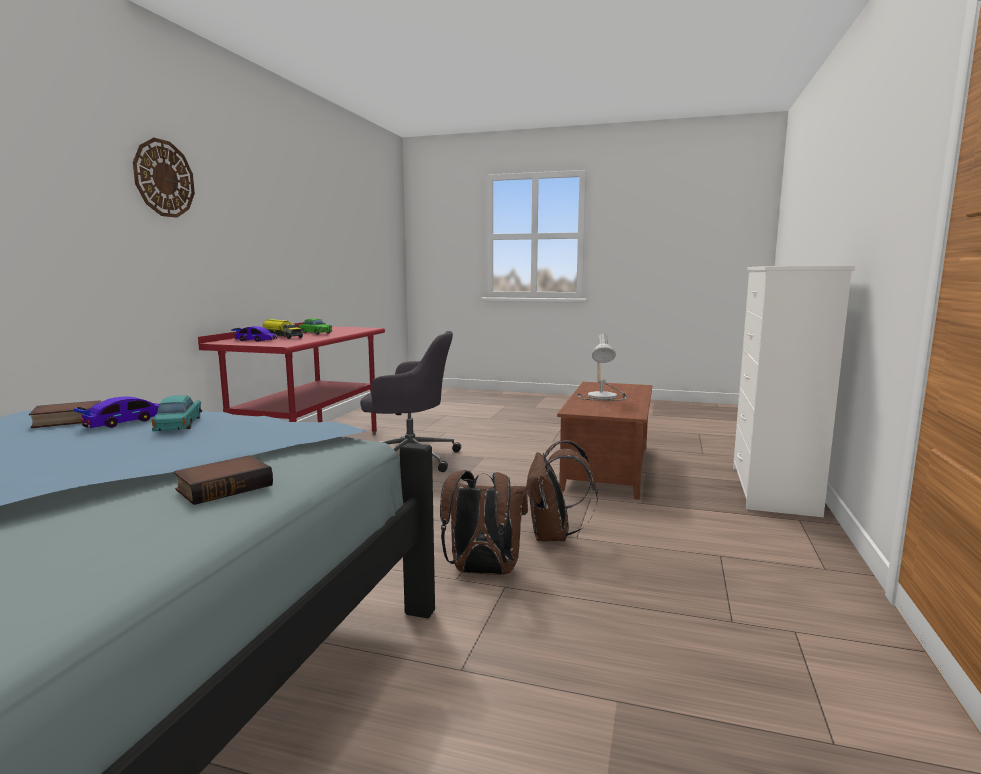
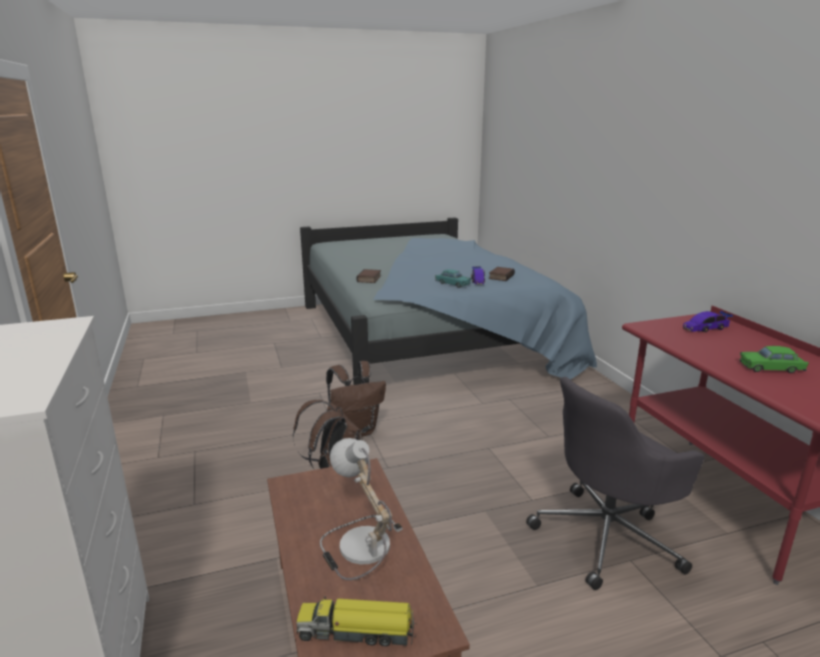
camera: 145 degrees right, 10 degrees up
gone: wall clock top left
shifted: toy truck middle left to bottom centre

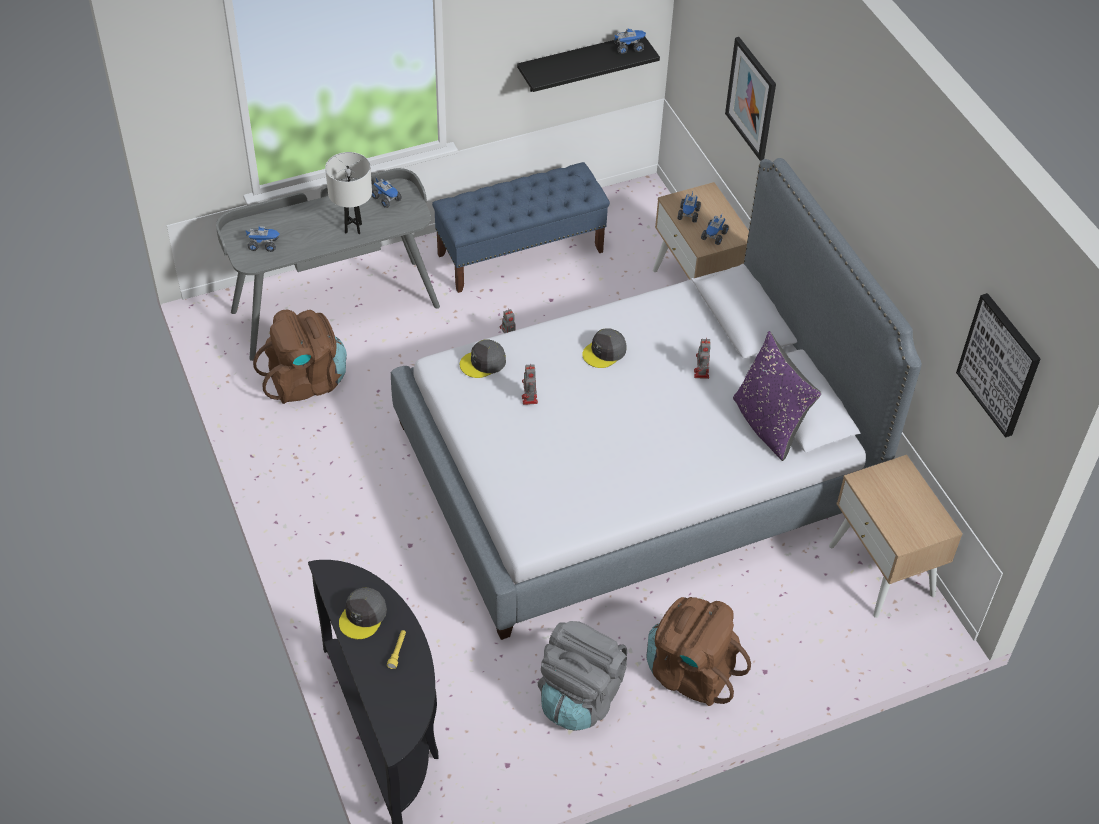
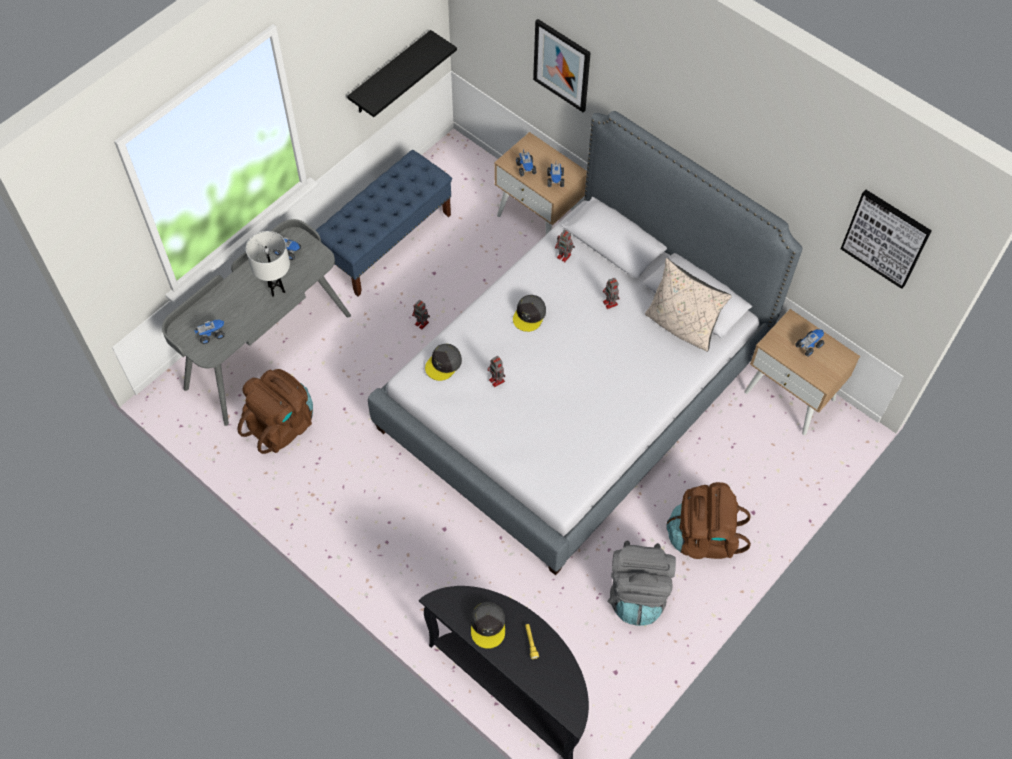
camera: 25 degrees left, 10 degrees up
new: robot figure (no. 3 from left) top centre
shifted: toy truck (no. 3 from left in the first image) top centre to toy truck (no. 5 from left) middle right
repainted: throw pillow in purple-coloured middle right to throw pillow in sand-coloured middle right

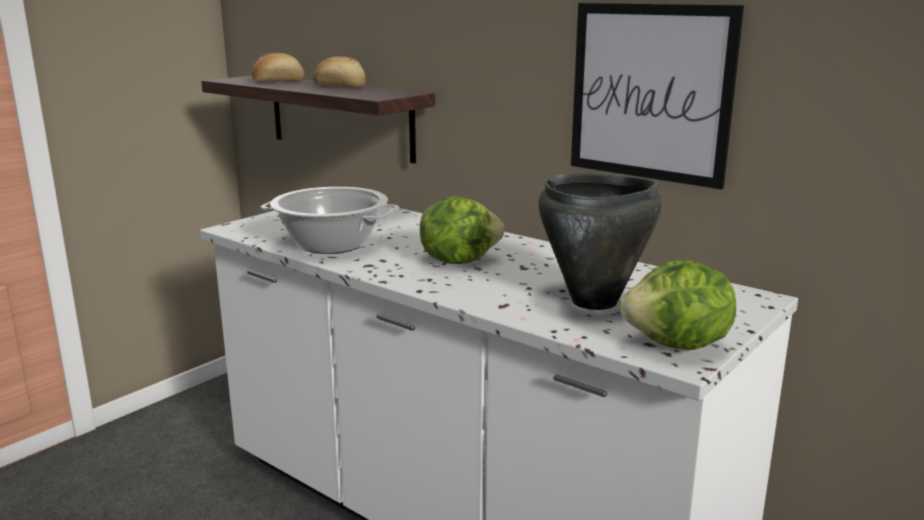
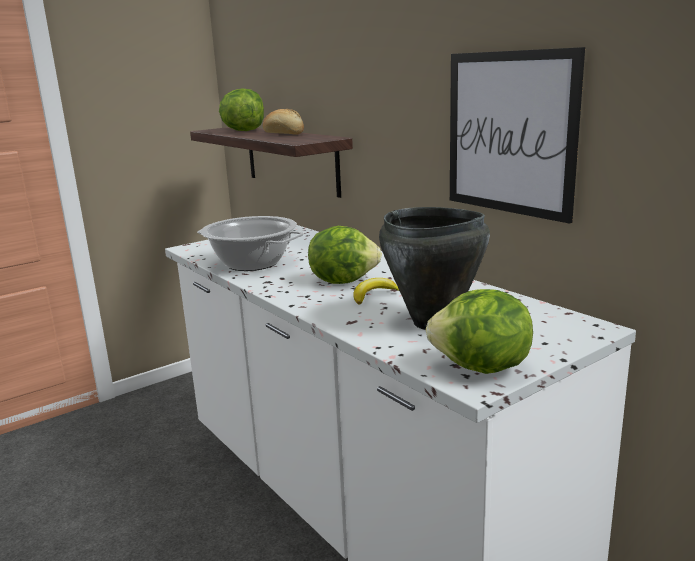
camera: 15 degrees right, 0 degrees up
new: whole banana centre
swapped: bread (no. 1 from left) top left to head of lettuce (no. 1 from left) top centre

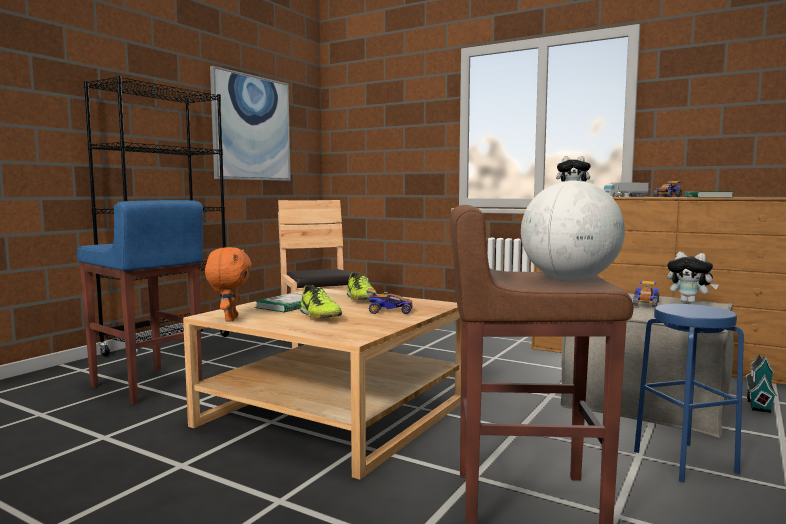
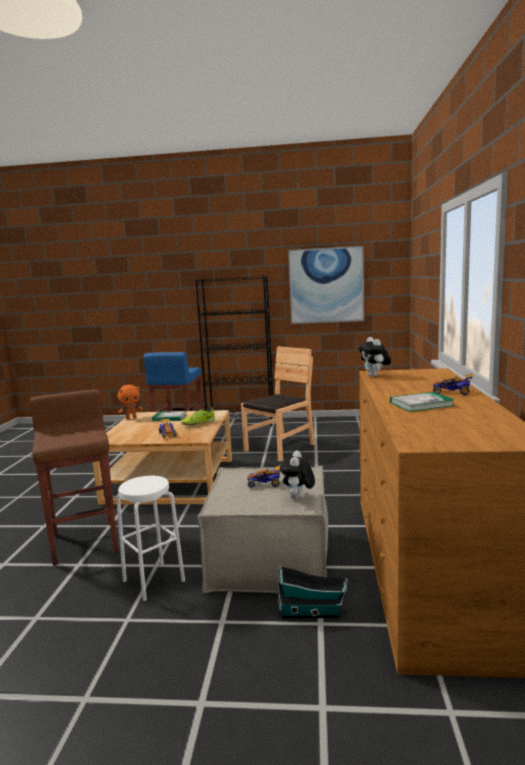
camera: 65 degrees right, 5 degrees up
gone: item of footwear (no. 1 from left) centre; world globe middle right; toy truck middle right
repainted: stool seat in blue-coloured (no. 2 from left) bottom right to stool seat in whitish bottom left

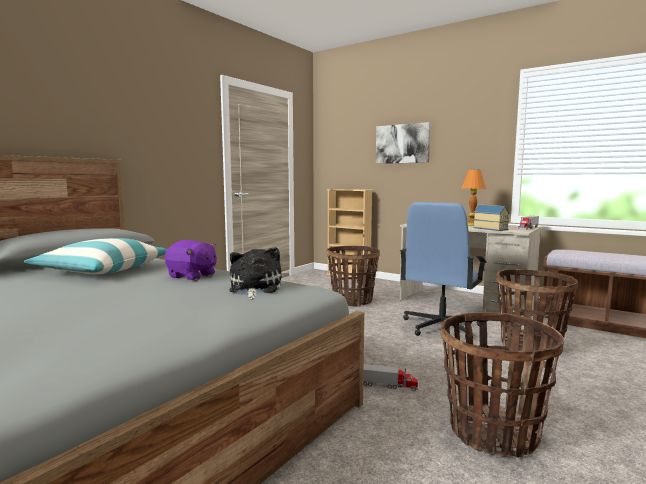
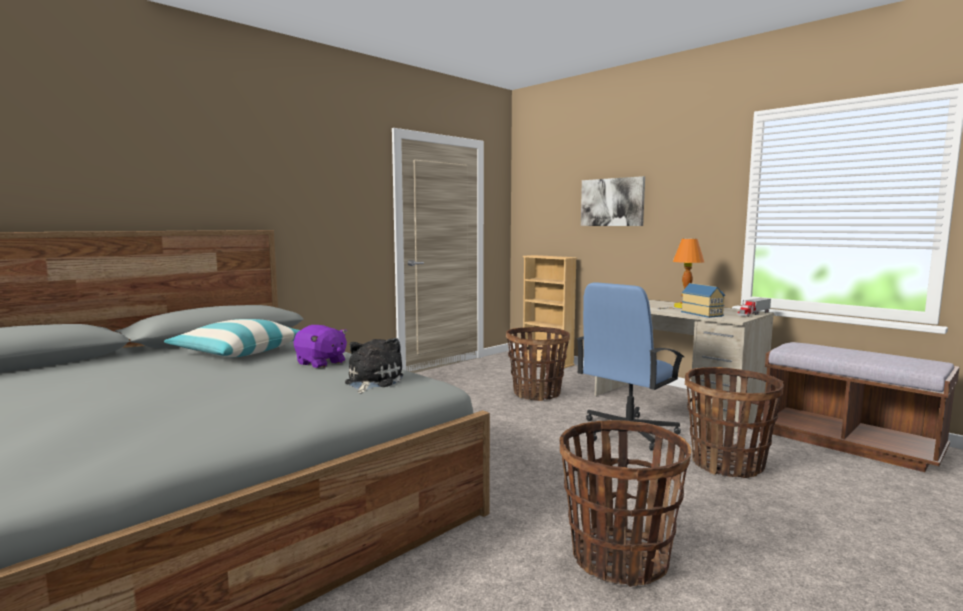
camera: 10 degrees right, 0 degrees up
gone: toy truck (no. 1 from left) bottom centre

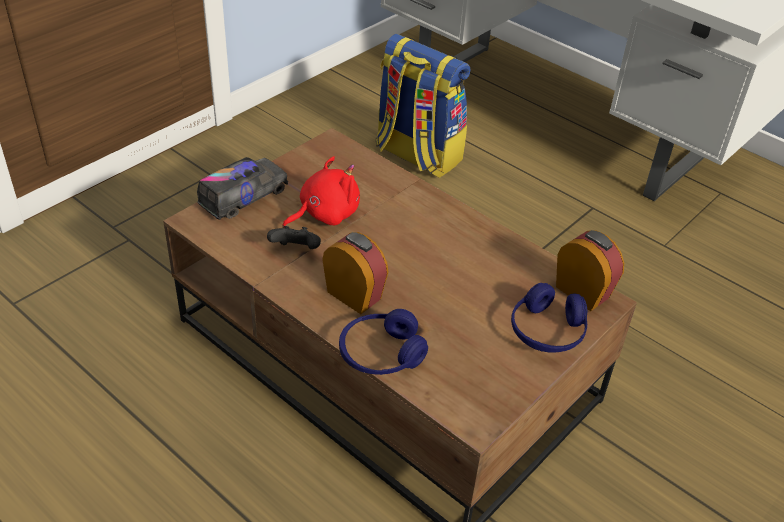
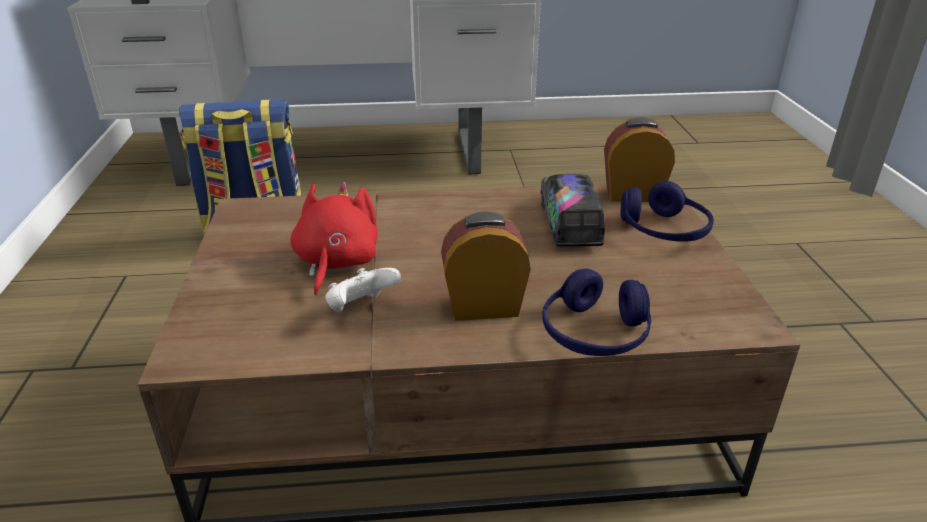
camera: 45 degrees left, 10 degrees down
shifted: toy truck middle left to centre
repainted: game controller in blackish centre to game controller in whitish centre

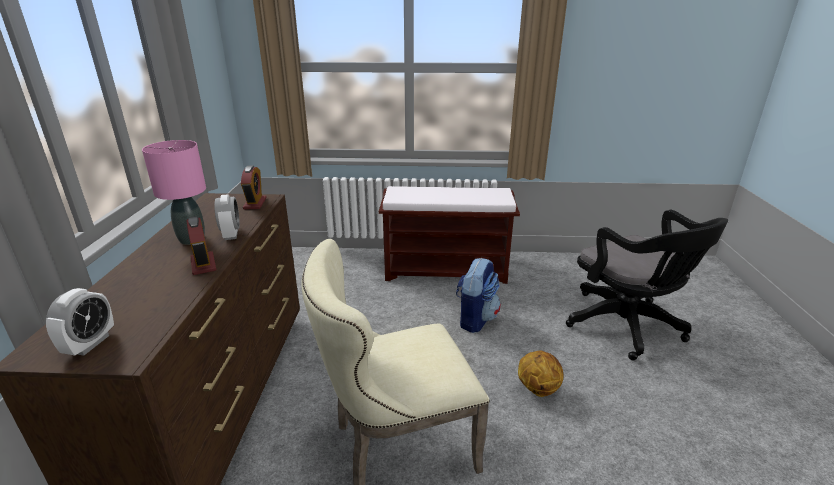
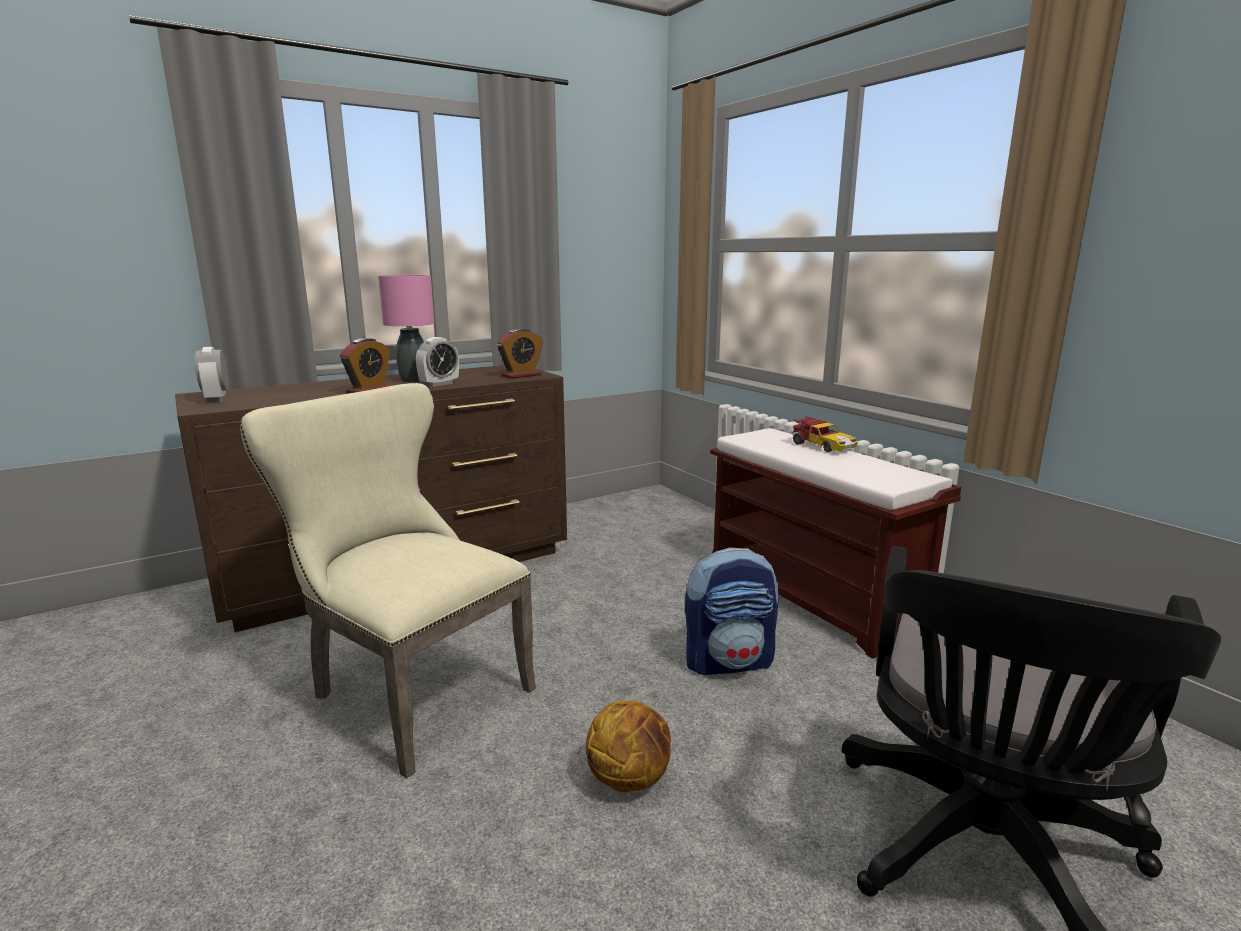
camera: 55 degrees right, 10 degrees down
new: model car centre
rotated: table clock (no. 1 from left) middle left = middle left 90 degrees clockwise

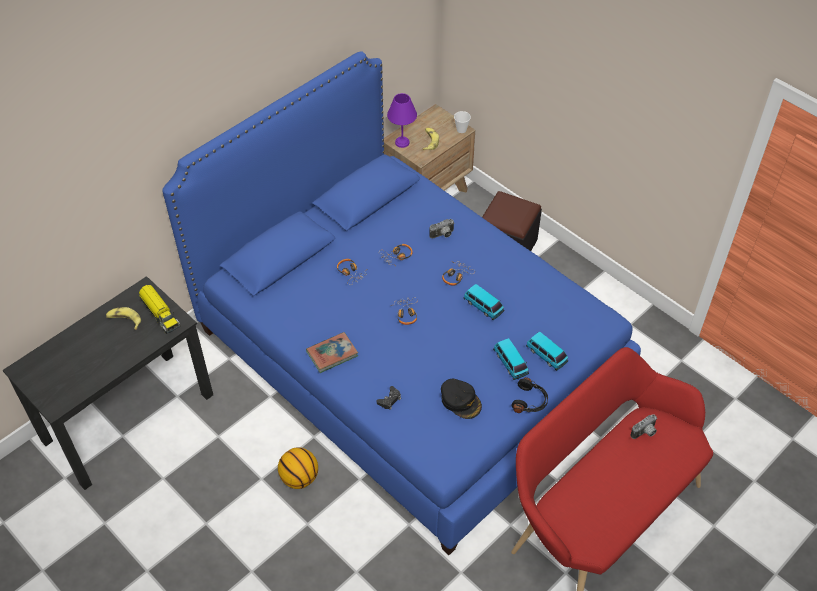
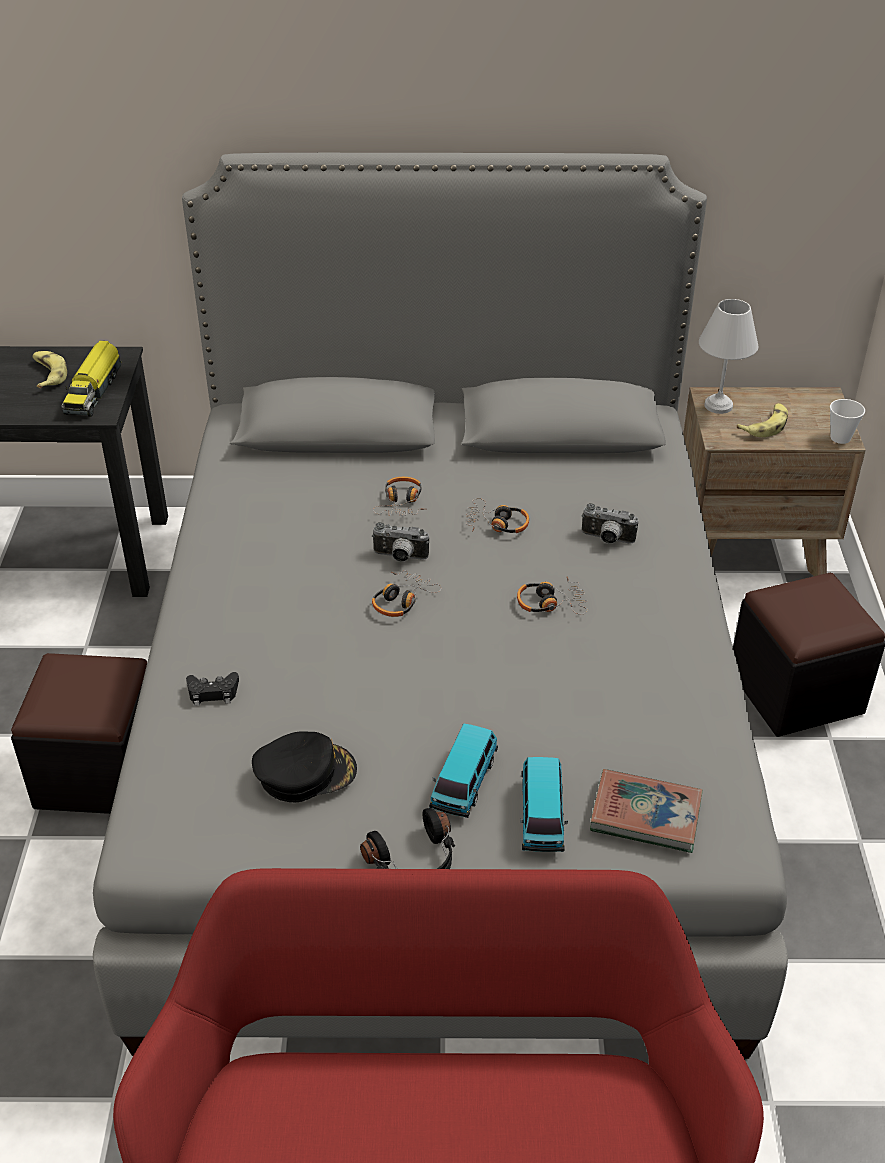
camera: 45 degrees right, 10 degrees down
gone: model car (no. 1 from left) centre
shifted: book centre to bottom right; photo camera (no. 2 from left in the first image) bottom right to photo camera (no. 1 from left) centre
swapped: basketball ball bottom centre to footrest in blackish (no. 1 from left) middle left
repainted: sleeping bed in blue-coloured centre to sleeping bed in greyish centre; tabletop lamp in purple-coloured top centre to tabletop lamp in whitish top right
rotated: baseball cap in blackish bottom centre = centre 105 degrees counterclockwise

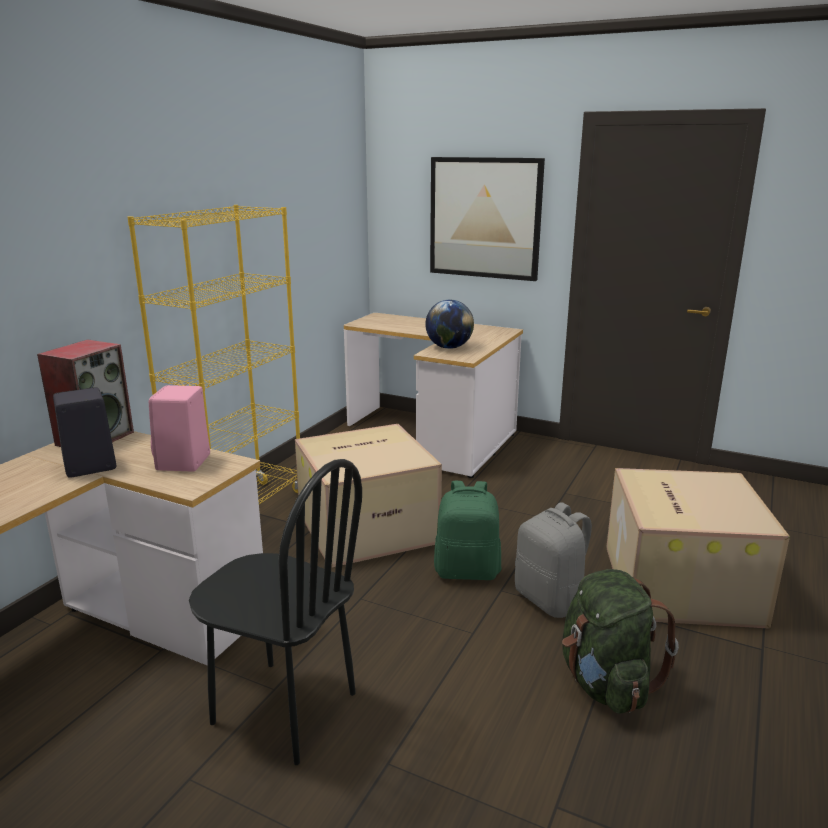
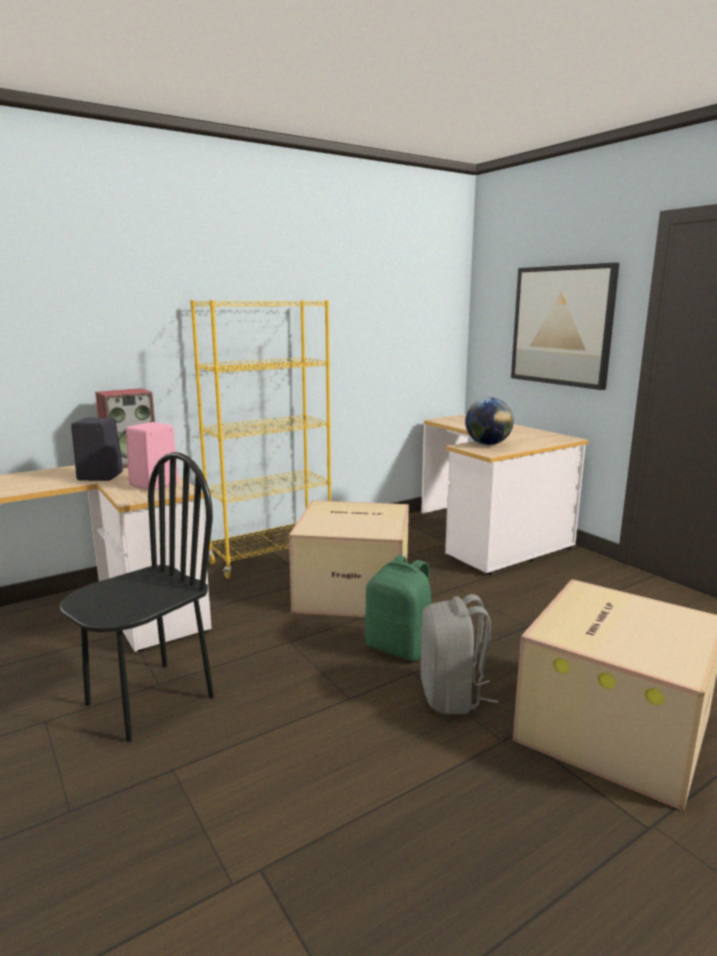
camera: 30 degrees right, 5 degrees down
gone: rucksack in greenish (no. 2 from left) bottom right
rotated: plain chair in blackish bottom left = middle left 105 degrees counterclockwise

